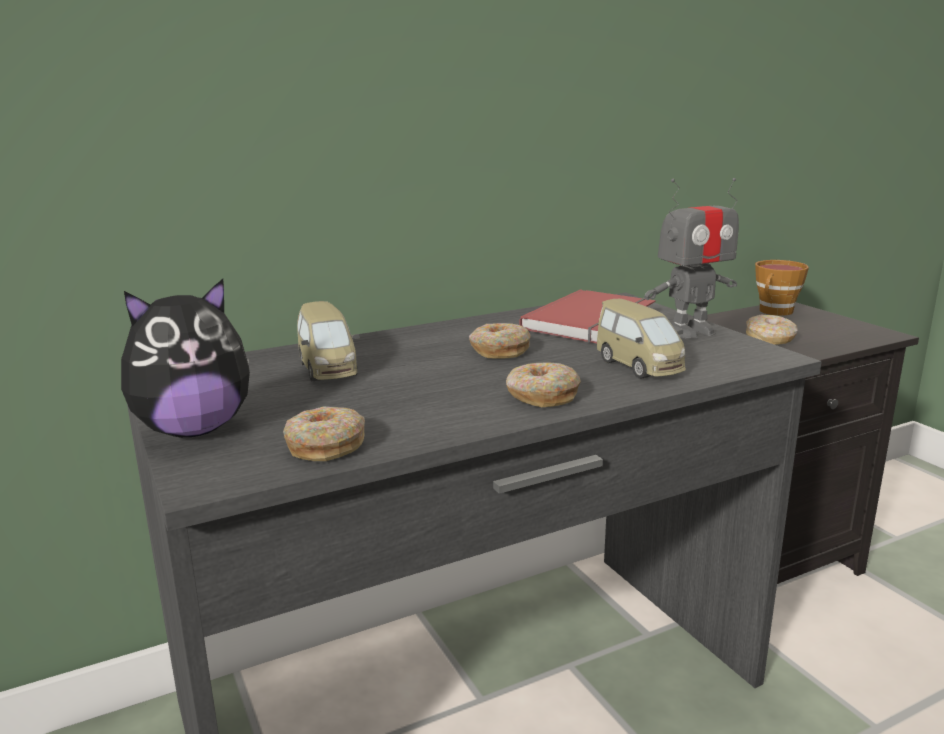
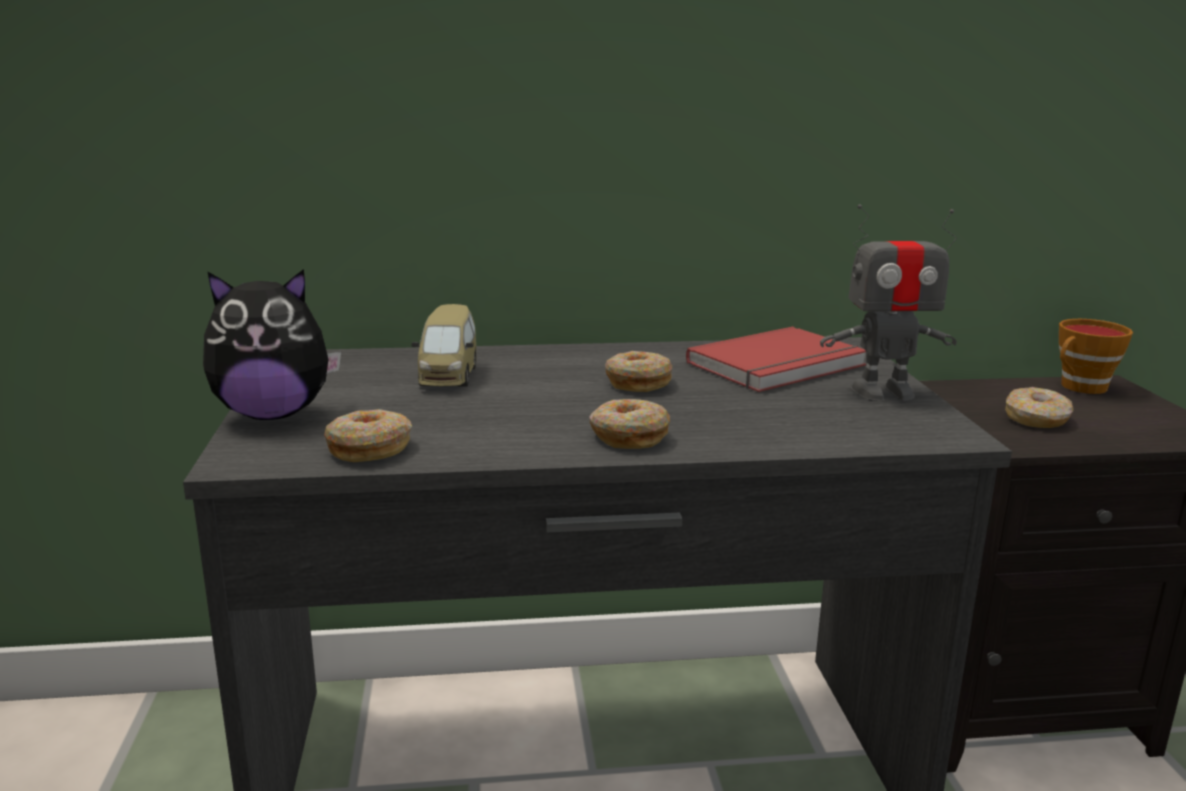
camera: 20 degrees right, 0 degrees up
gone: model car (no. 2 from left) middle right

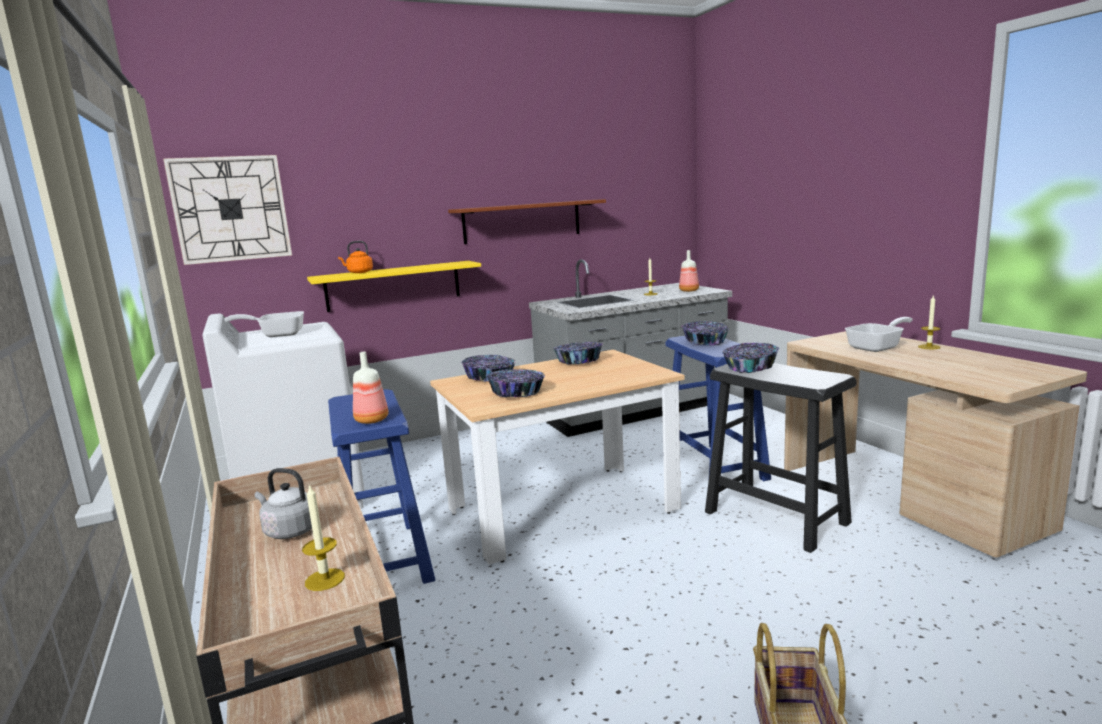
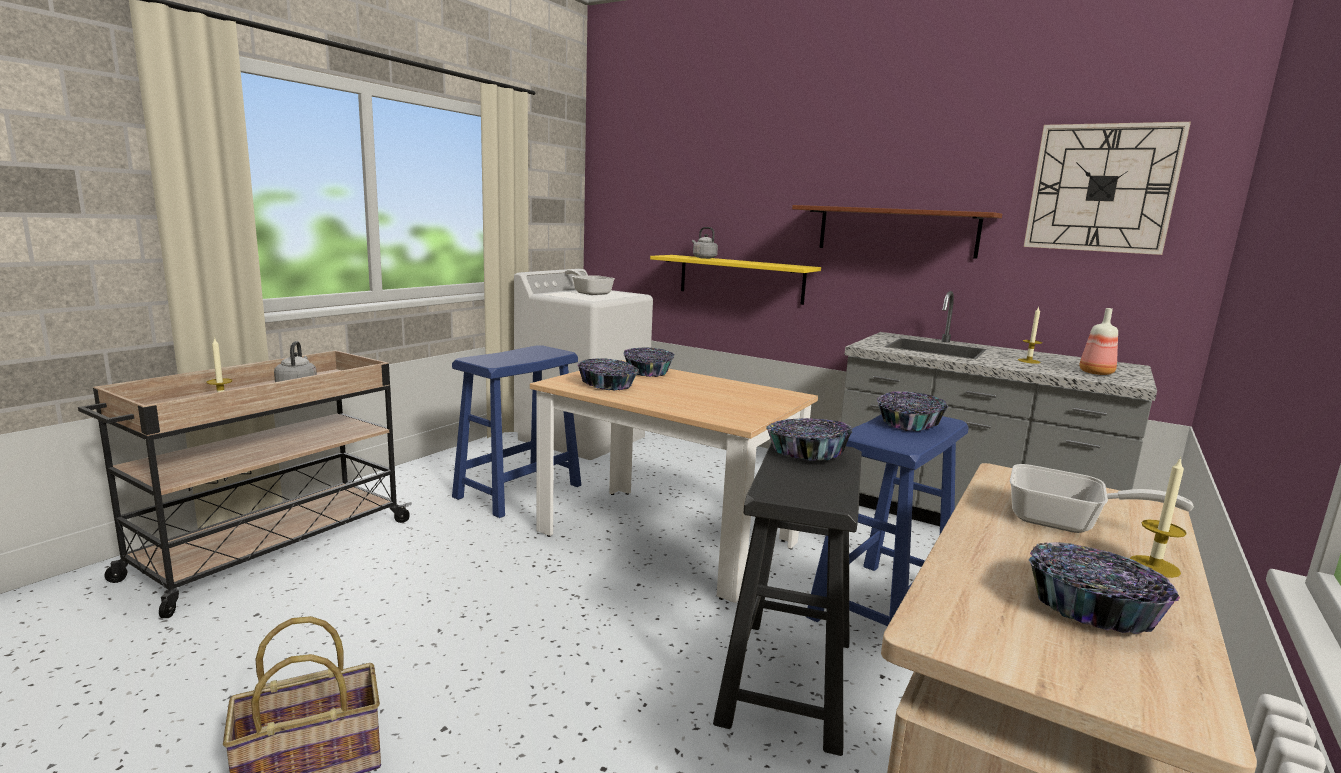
camera: 55 degrees right, 0 degrees up
gone: beverage bottle (no. 1 from left) centre
shifted: wall clock top left to top right; deep dish (no. 3 from left in the first image) centre to deep dish (no. 5 from left) bottom right
repainted: kettle in orange-coloured middle left to kettle in greyish (no. 2 from left) top centre

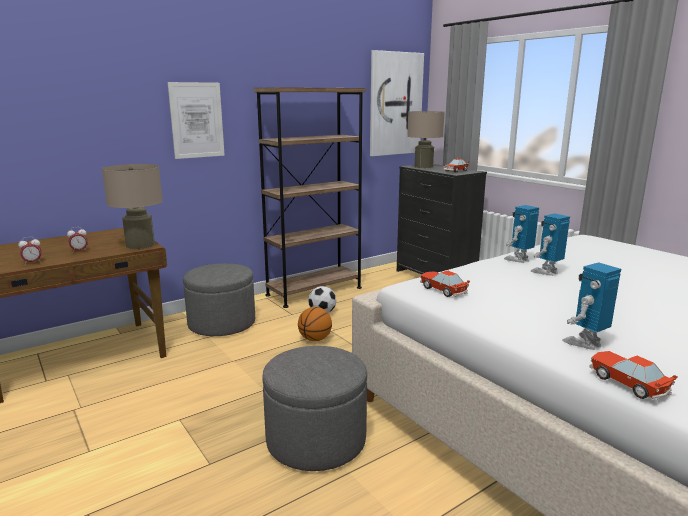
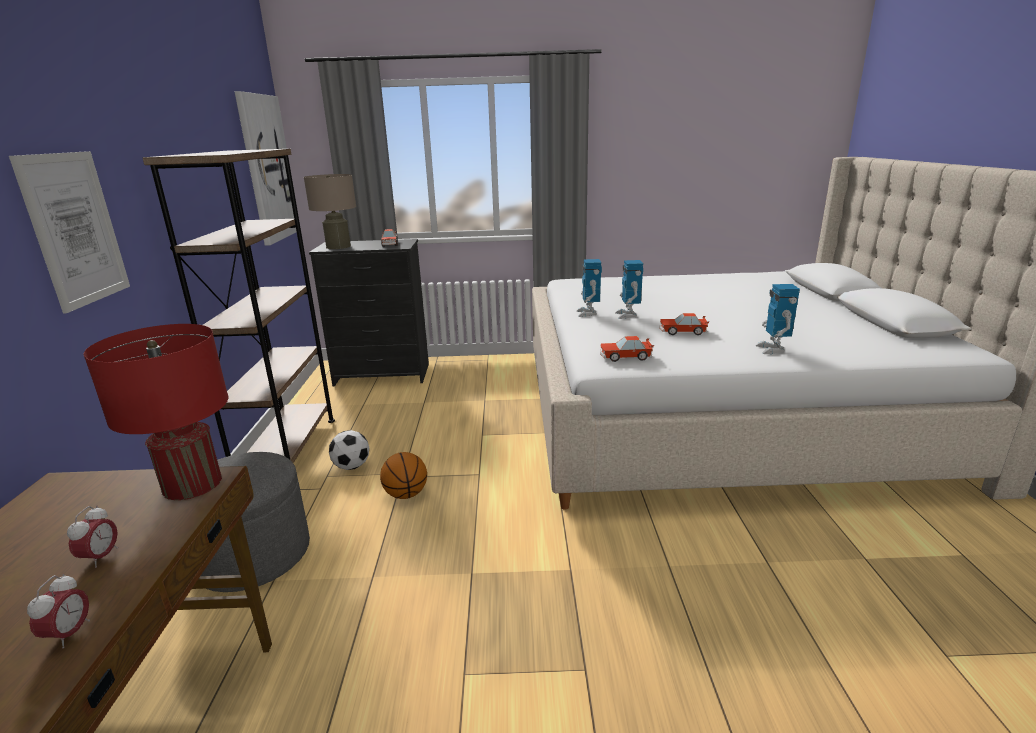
camera: 55 degrees left, 5 degrees up
gone: footrest in greyish (no. 2 from left) bottom centre
shifted: model car (no. 3 from left) bottom right to centre
repainted: tabletop lamp in sand-coloured (no. 1 from left) middle left to tabletop lamp in red middle left

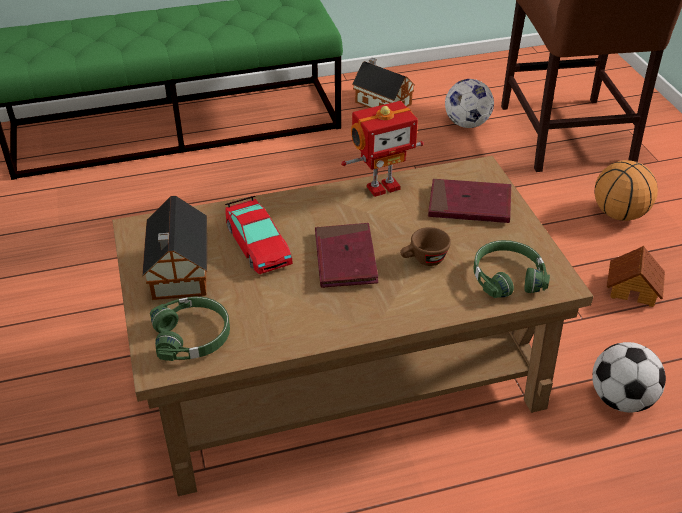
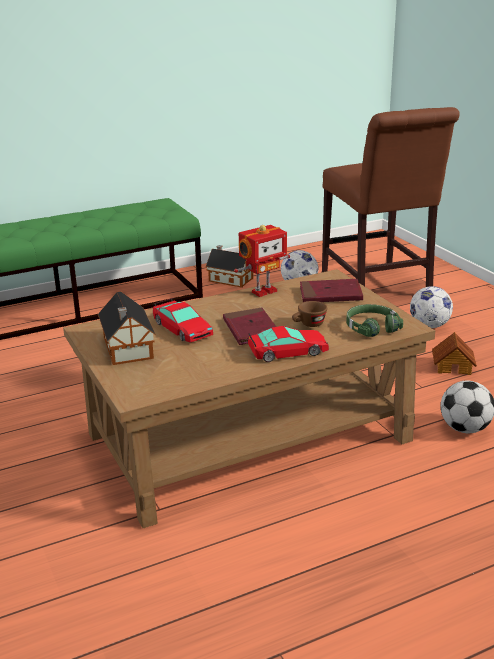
camera: 10 degrees left, 15 degrees down
gone: pair of headphones in greenish (no. 1 from left) middle left
new: model car (no. 2 from left) centre
swapped: basketball ball middle right to football (no. 2 from left) middle right

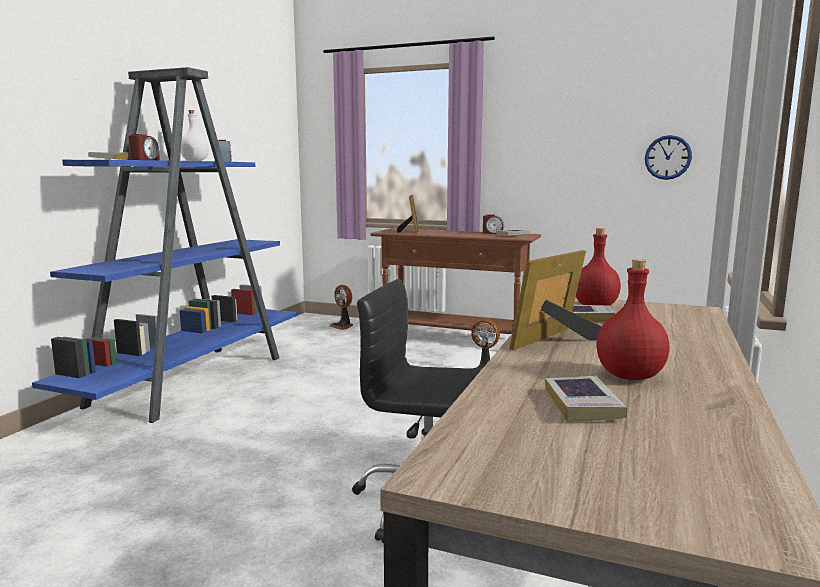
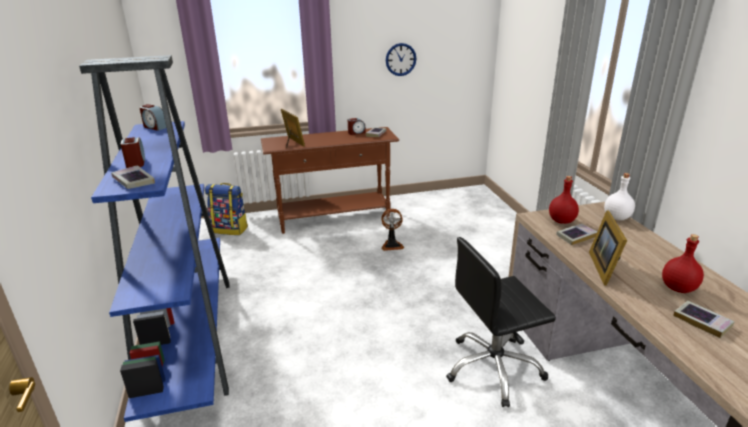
camera: 35 degrees left, 15 degrees up
shifted: beverage bottle in whitish top left to middle right; wall clock top right to top centre
swapped: cooling fan (no. 1 from left) centre to rucksack middle left

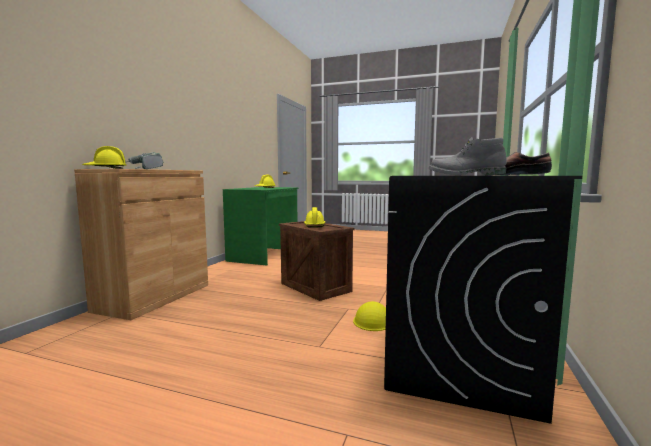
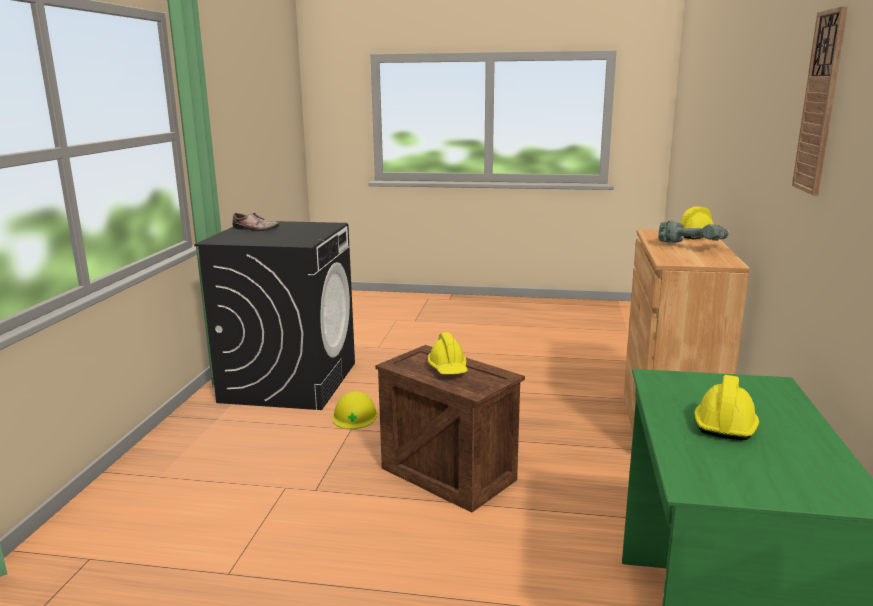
camera: 170 degrees right, 10 degrees up
gone: boot in greyish middle right
new: wall clock top right

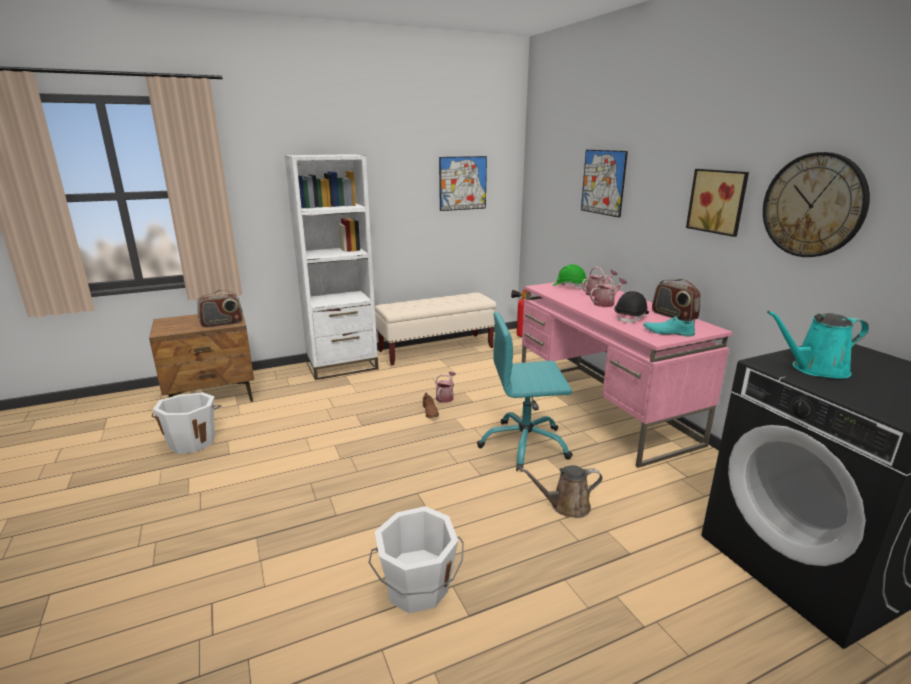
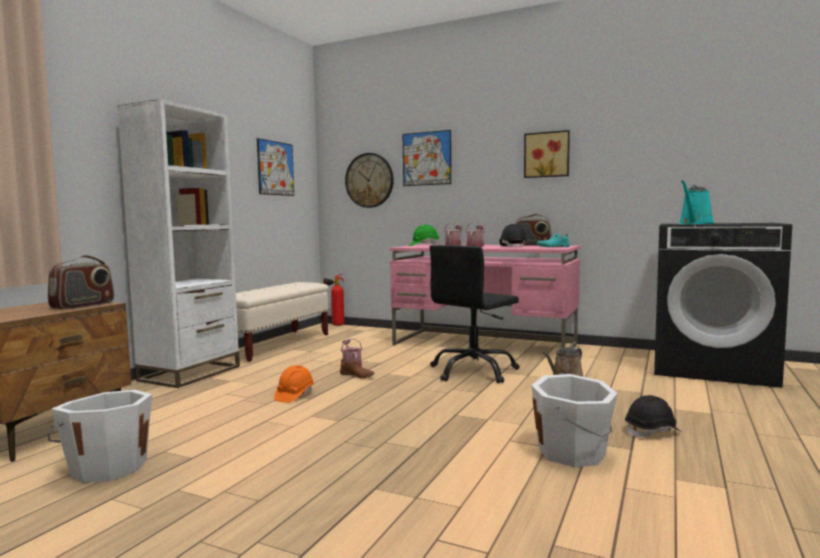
camera: 40 degrees left, 15 degrees down
new: safety helmet in orange-coloured bottom centre; safety helmet in blackish (no. 2 from left) bottom right
shifted: wall clock top right to top centre
repainted: desk chair in turquoise centre to desk chair in blackish centre

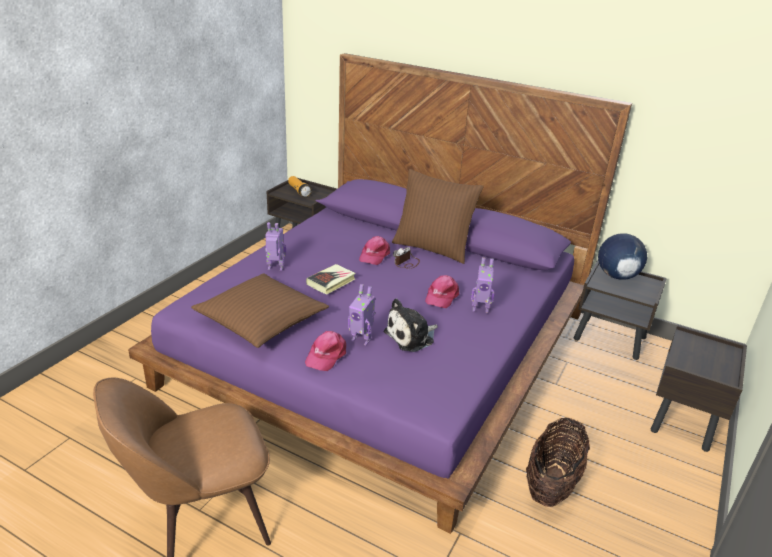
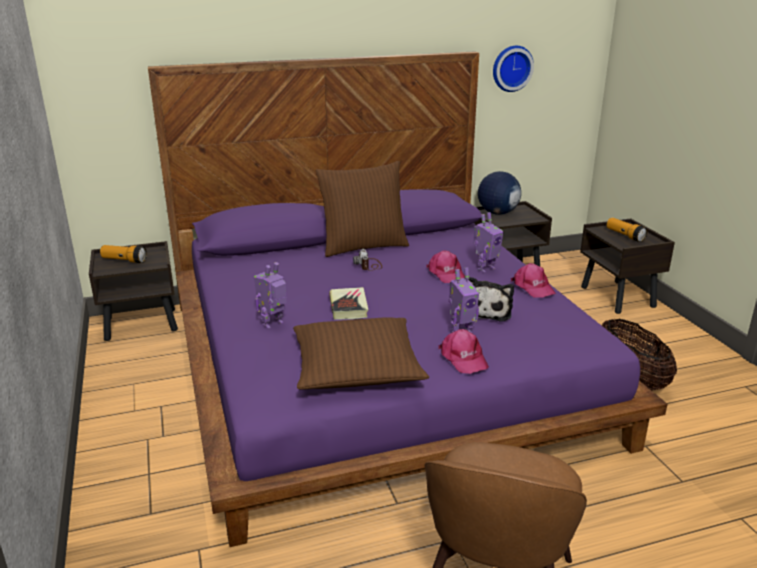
camera: 45 degrees left, 5 degrees down
new: wall clock top right; hand torch (no. 2 from left) middle right
shifted: baseball cap in pink (no. 2 from left in the first image) centre to baseball cap in pink (no. 3 from left) middle right

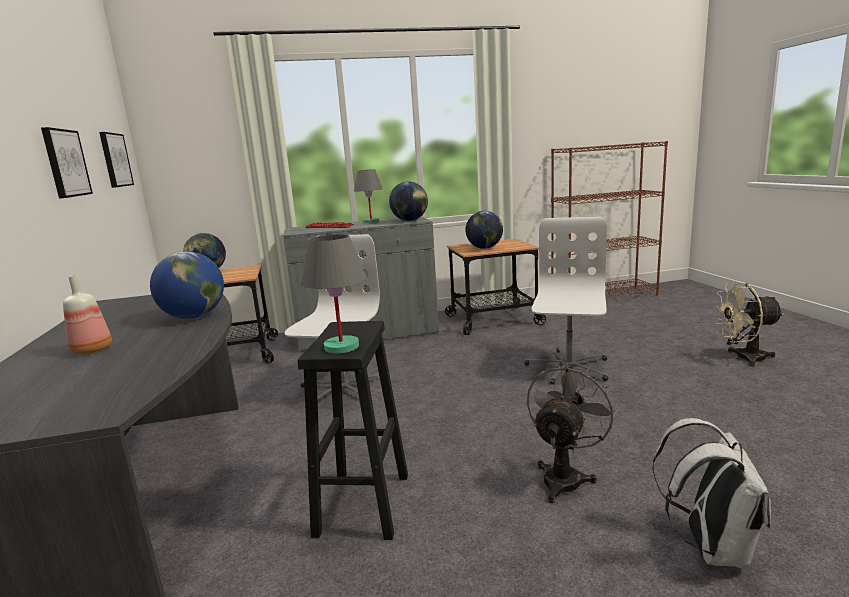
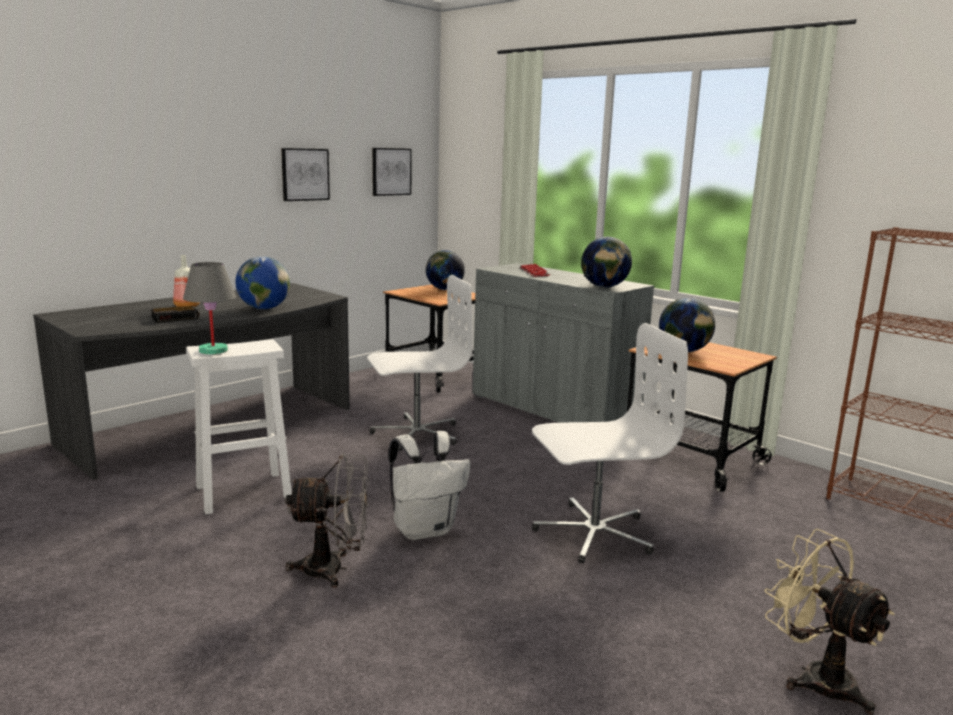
camera: 55 degrees right, 0 degrees up
gone: tabletop lamp in greyish (no. 2 from left) top centre
new: table clock middle left
shifted: rucksack in whitish bottom right to bottom centre
repainted: stool seat in blackish bottom centre to stool seat in whitish middle left

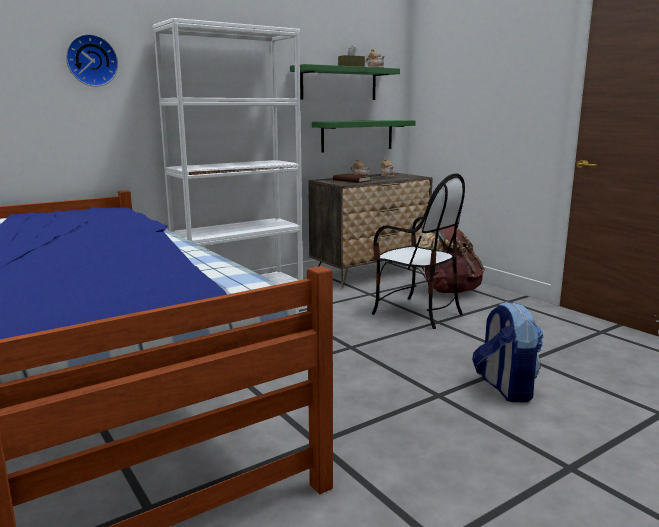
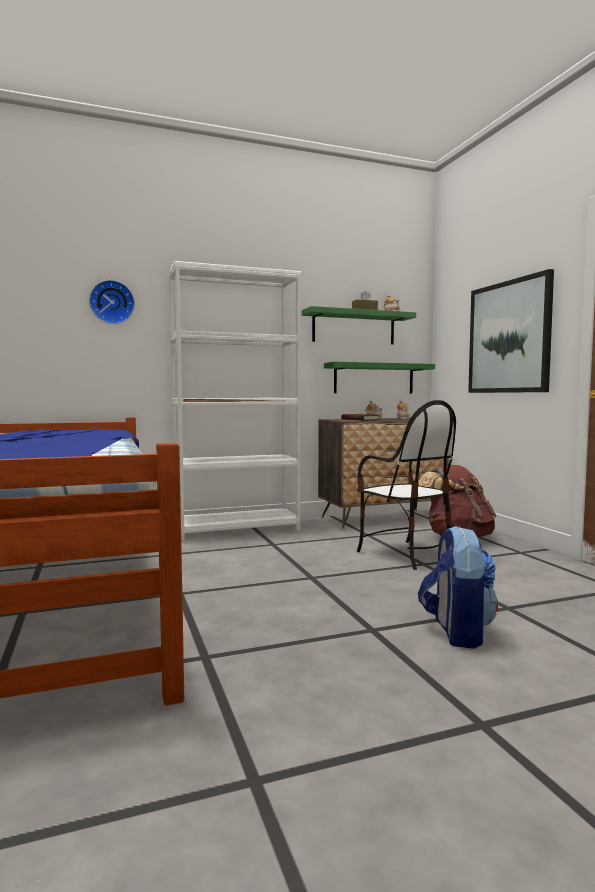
camera: 15 degrees right, 10 degrees down
new: picture middle right

